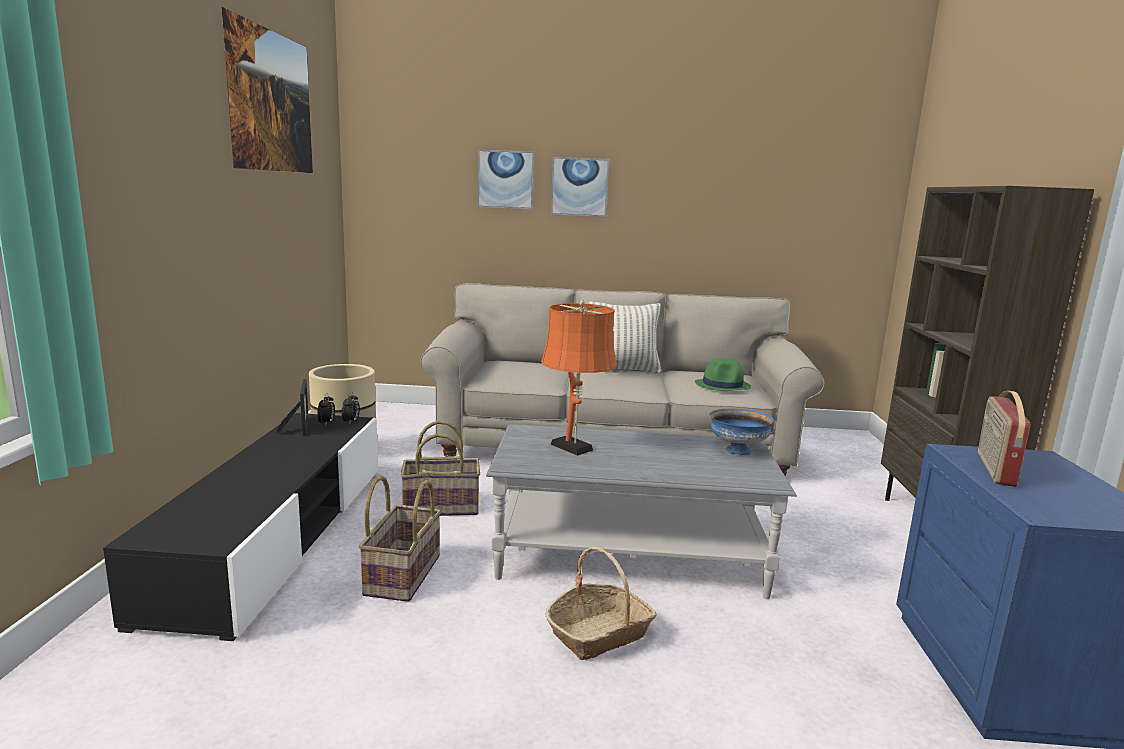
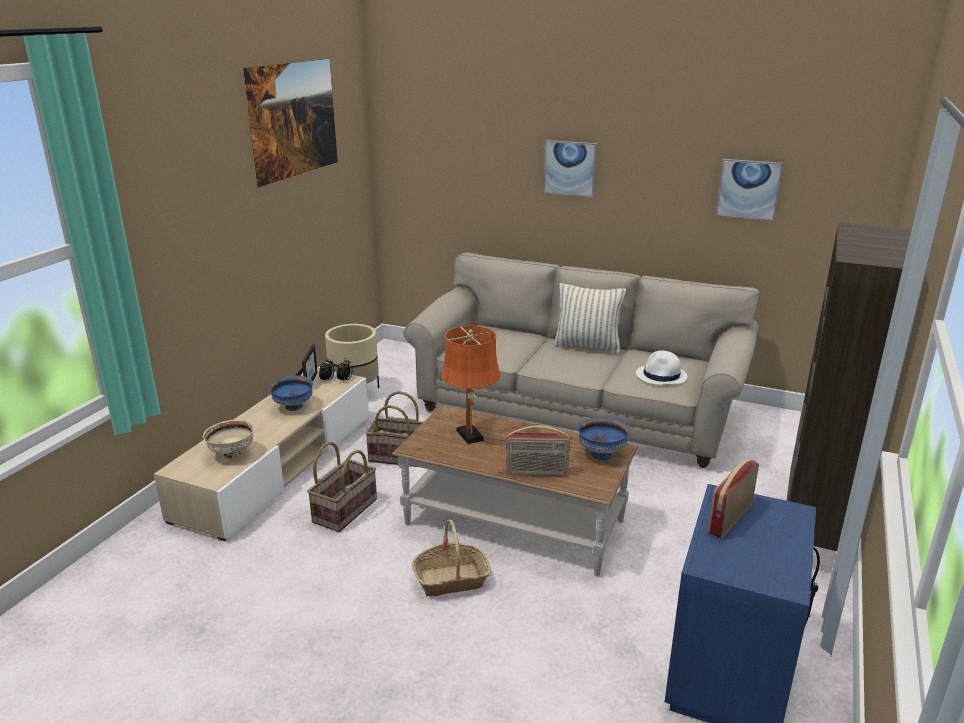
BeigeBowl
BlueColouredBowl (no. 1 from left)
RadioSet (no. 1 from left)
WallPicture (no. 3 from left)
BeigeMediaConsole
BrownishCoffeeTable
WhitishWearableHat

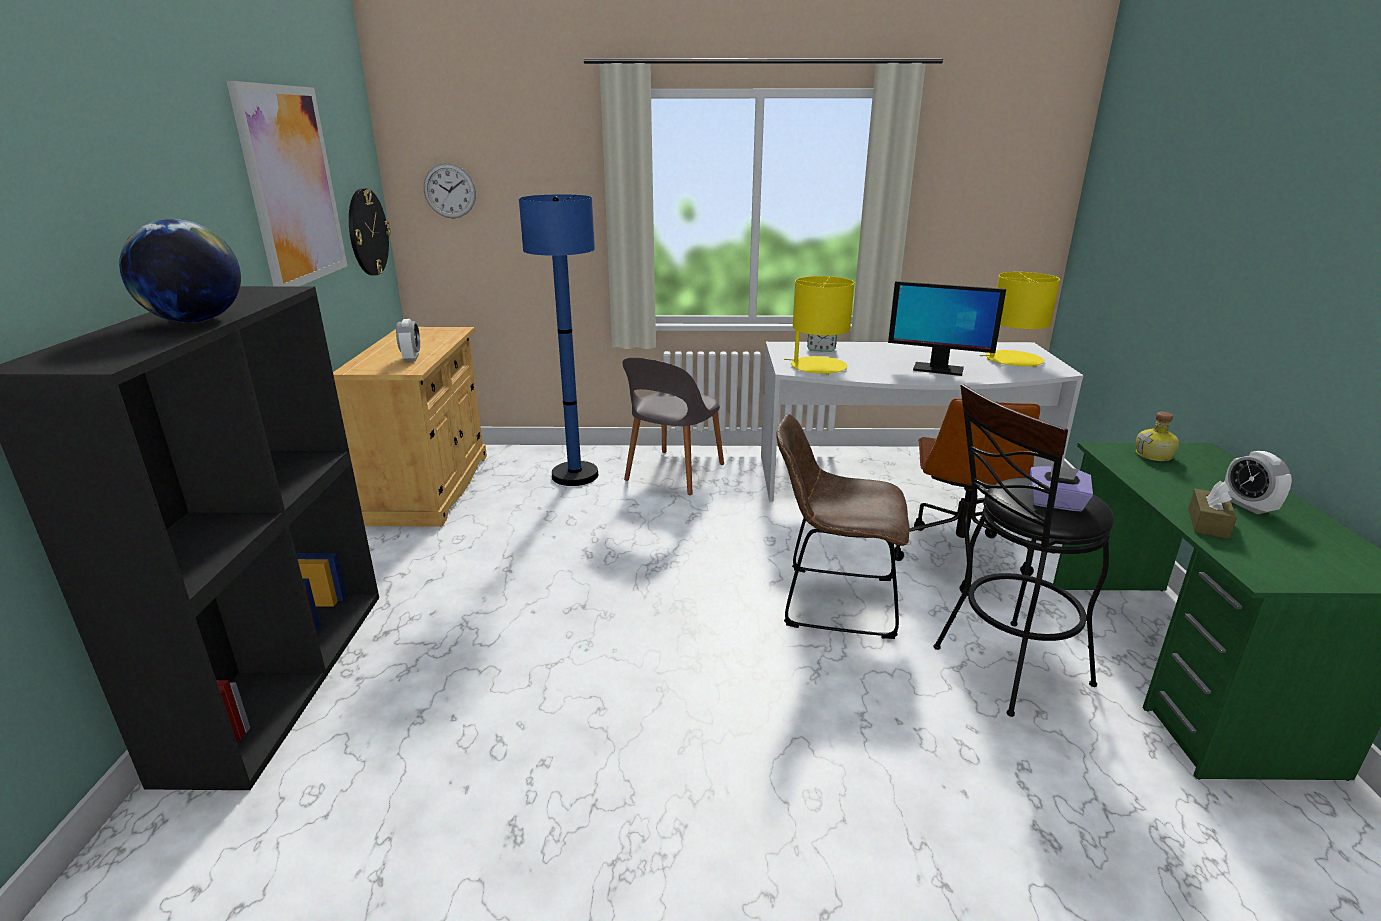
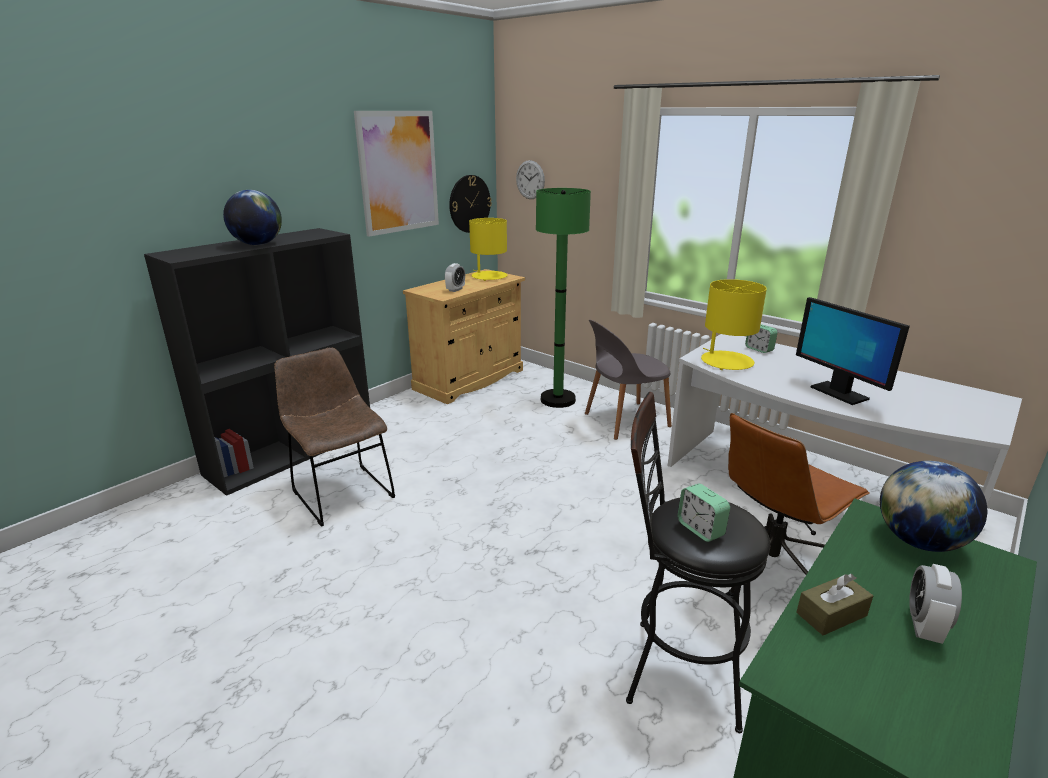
BrownishChair
YellowColouredTabletopLamp (no. 1 from left)
AlarmClock (no. 2 from left)
WorldGlobe (no. 2 from left)
GreenStandardLamp

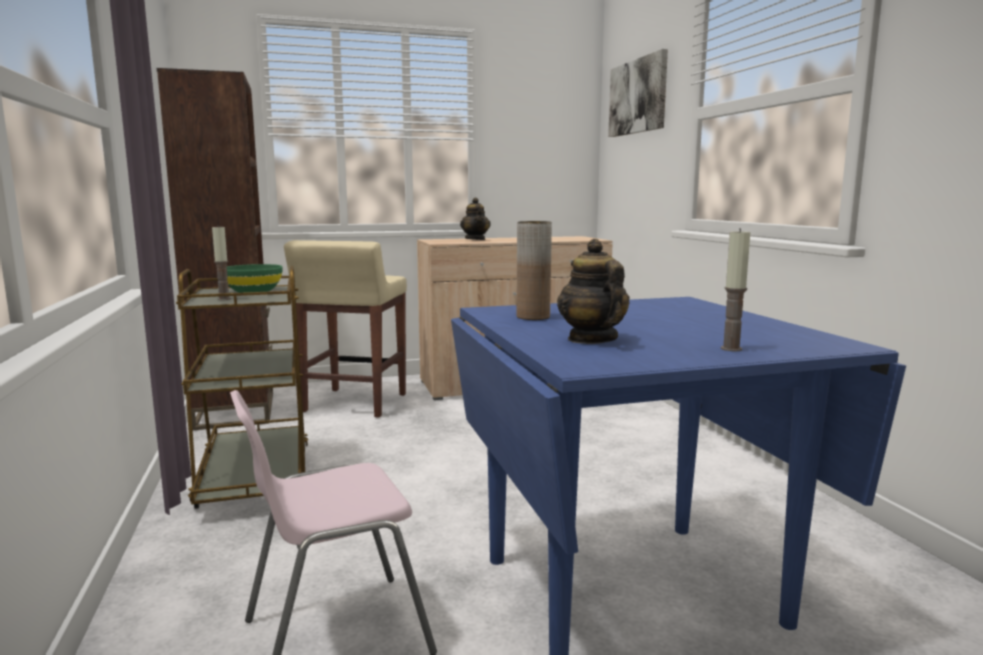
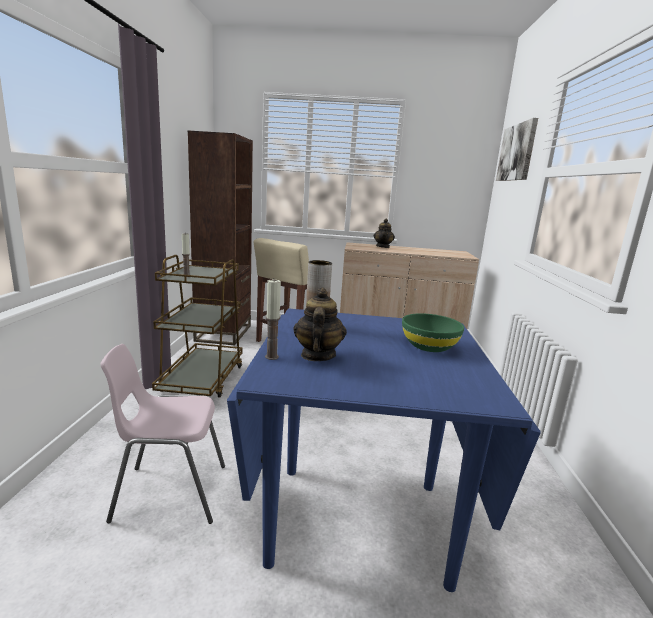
GreenBowl
WaxLight (no. 2 from left)

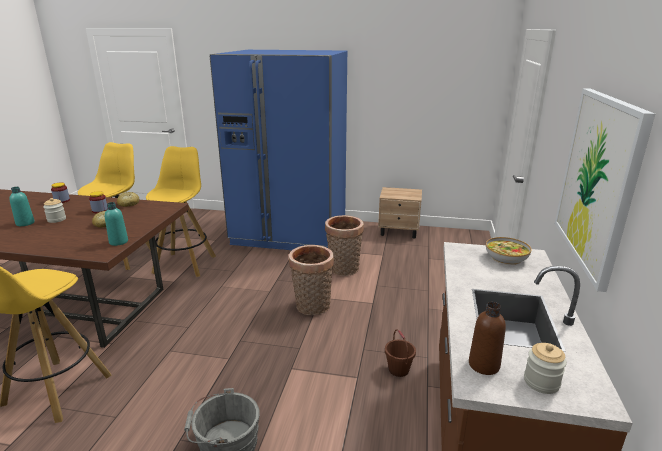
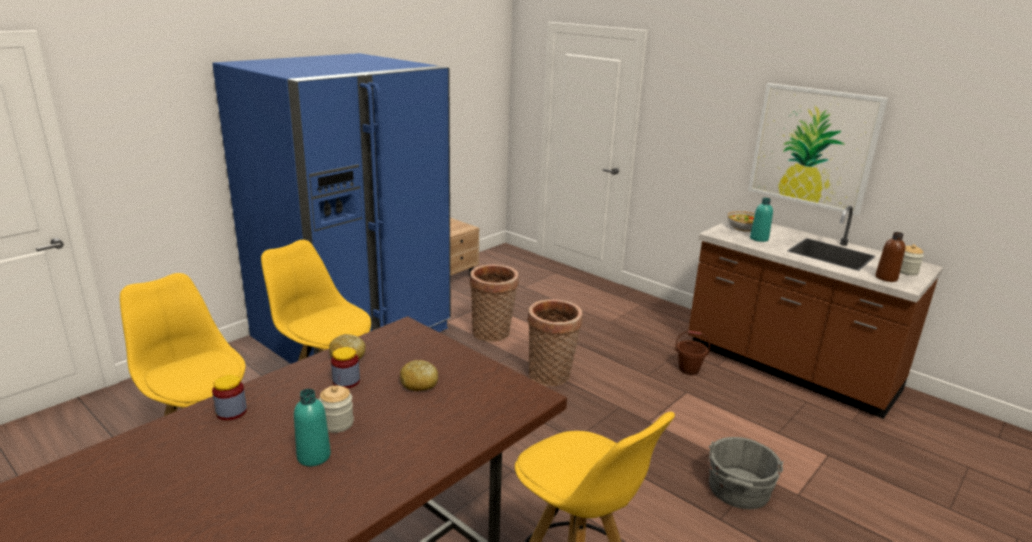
TurquoiseColouredDrinkBottle (no. 2 from left)

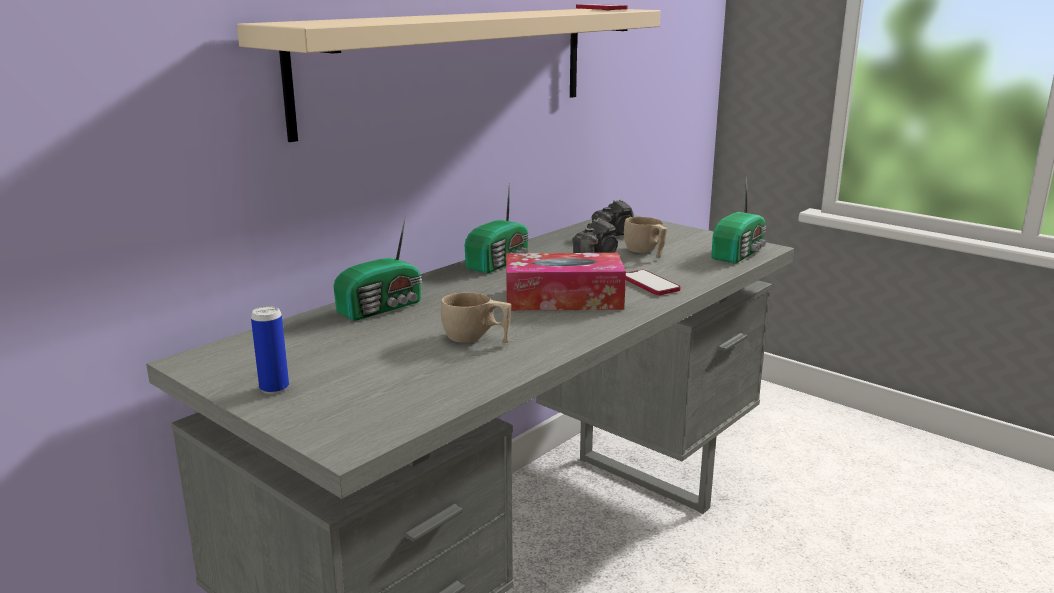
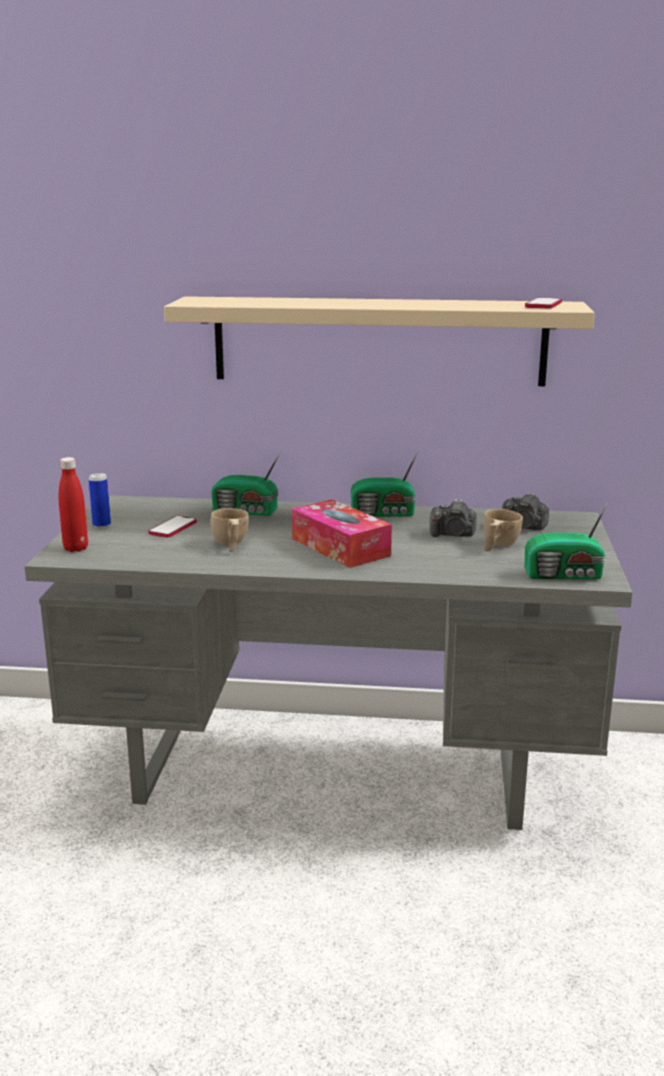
ReddishDrinkBottle
Phone (no. 1 from left)

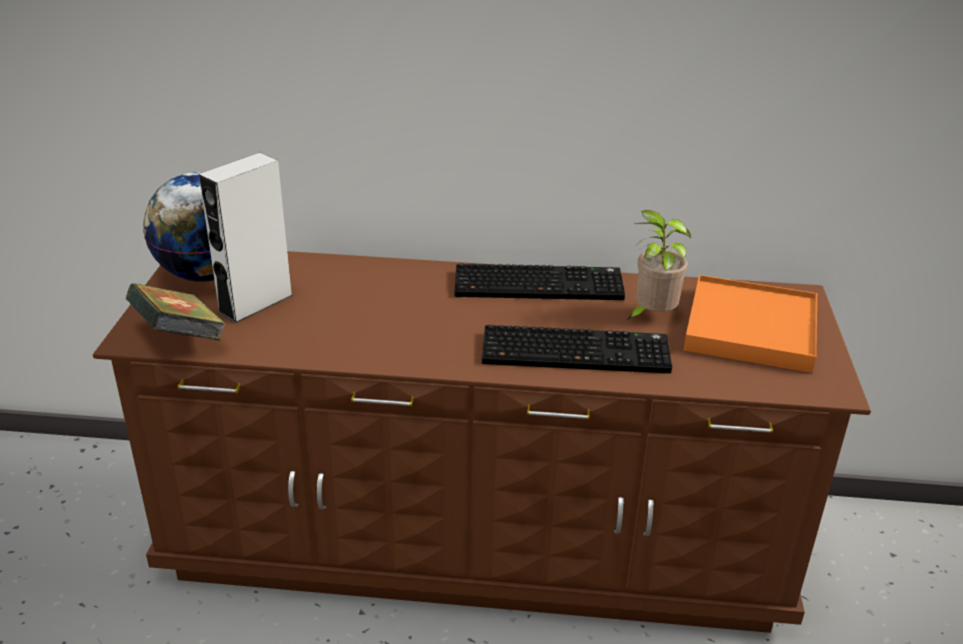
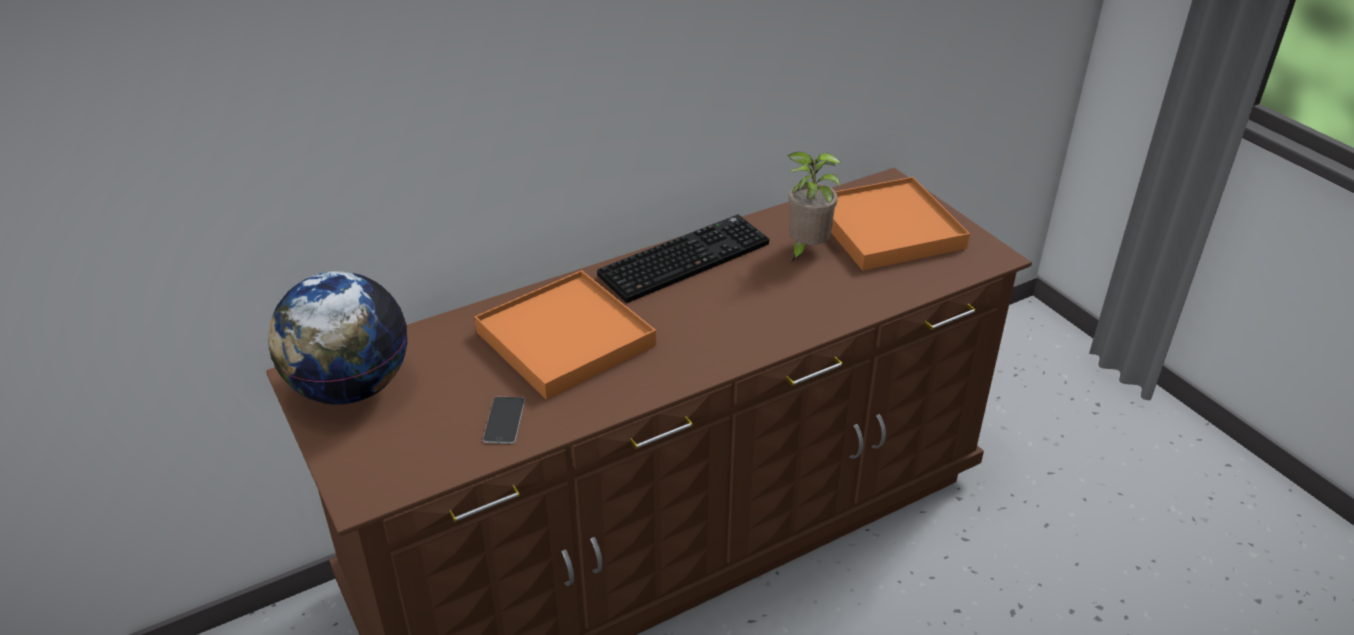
BoundBook
GraySpeaker
PcKeyboard (no. 2 from left in the first image)
OrangeyCarryingTray (no. 1 from left)
Phone

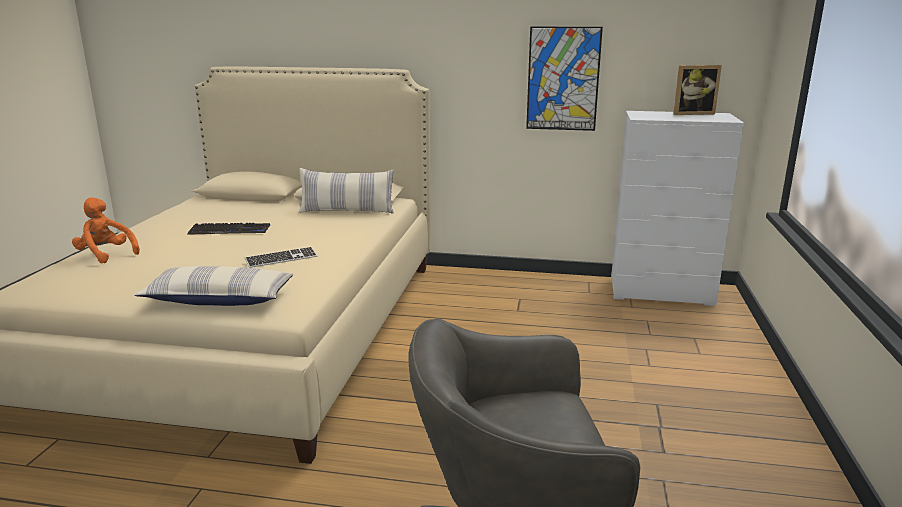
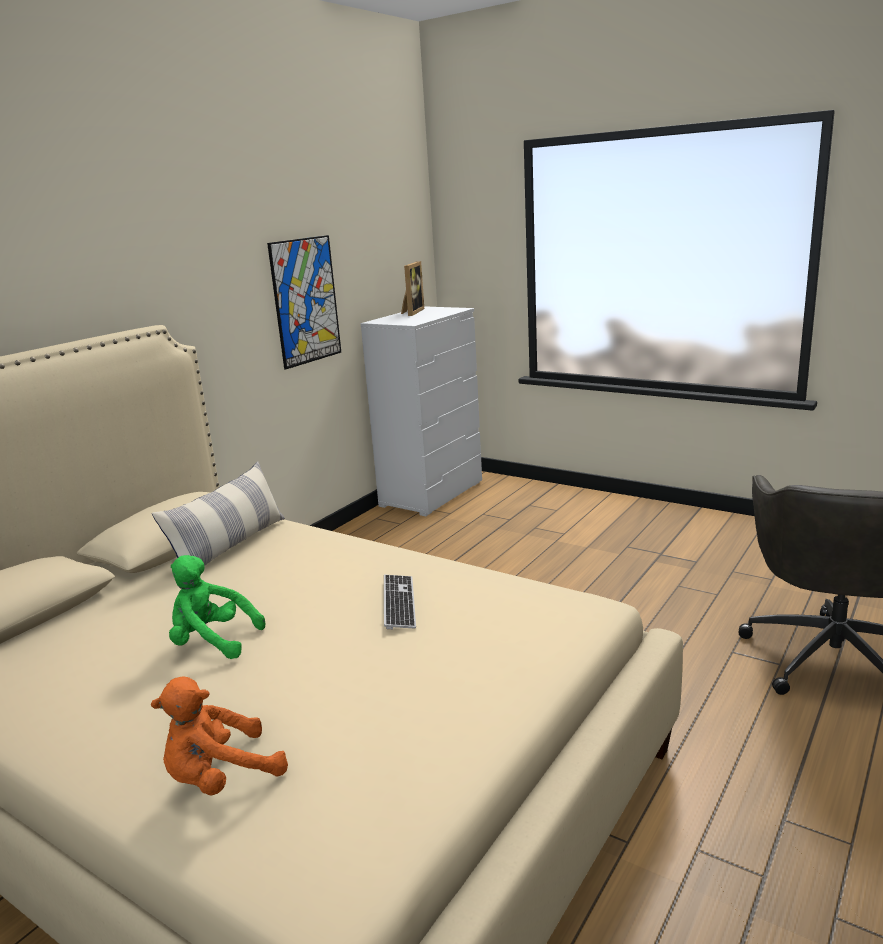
Cushion (no. 1 from left in the first image)
GreenSoftToy

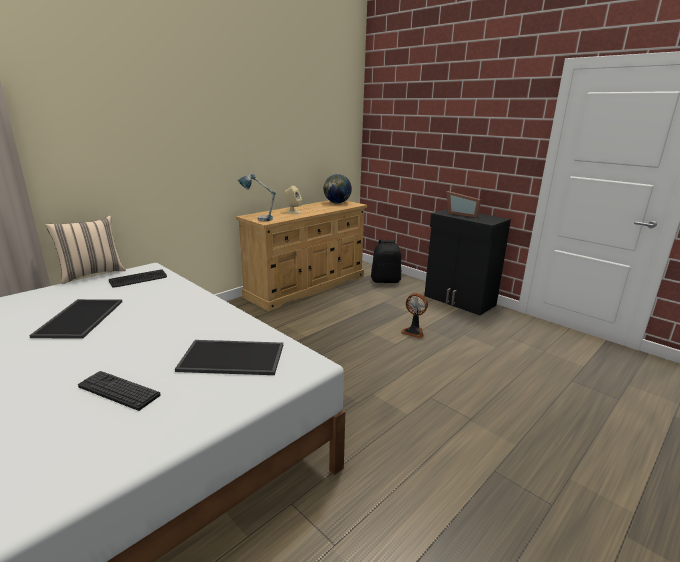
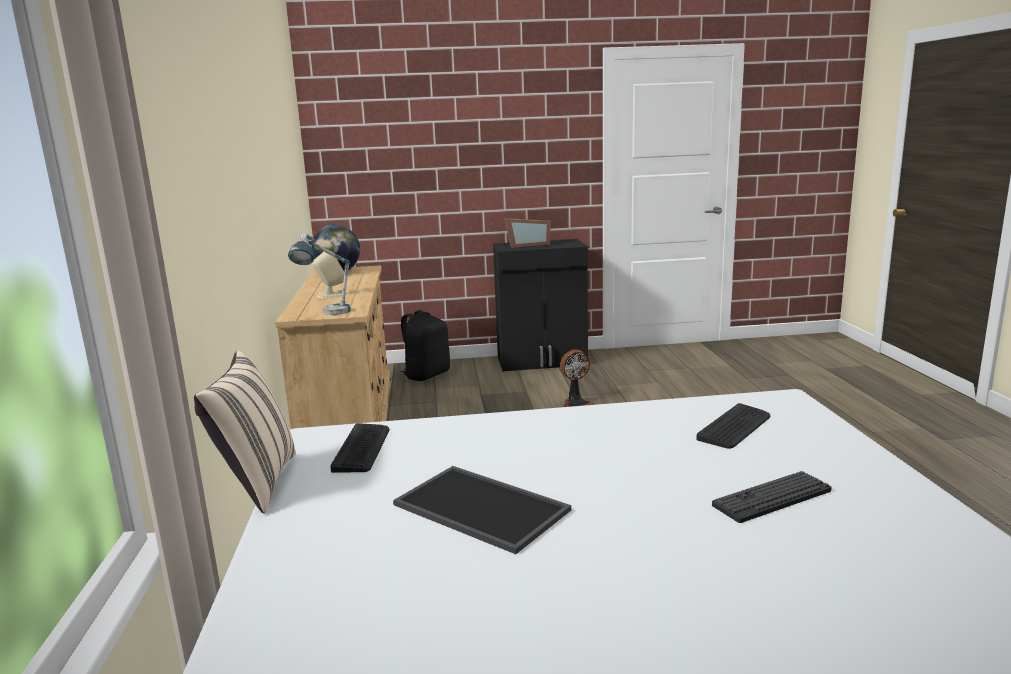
PcKeyboard (no. 2 from left)

